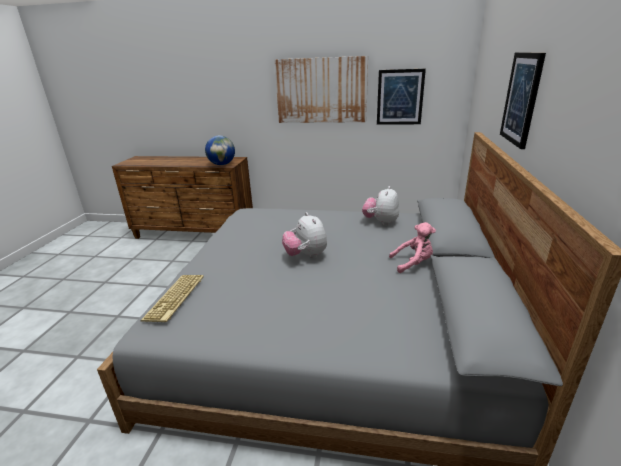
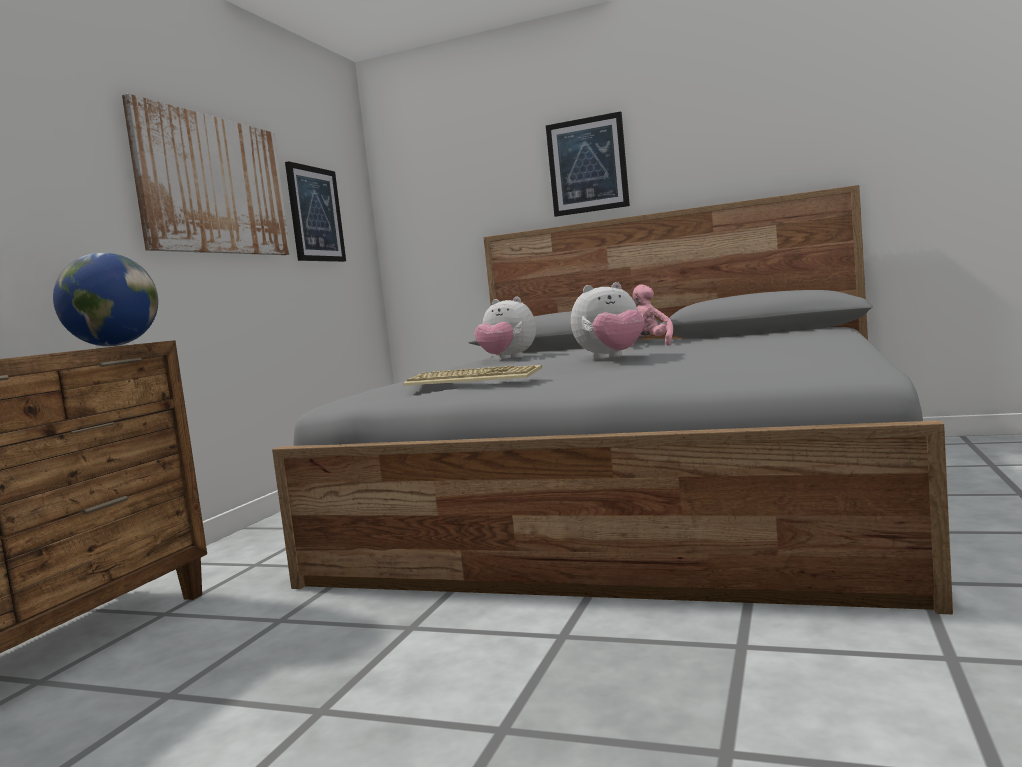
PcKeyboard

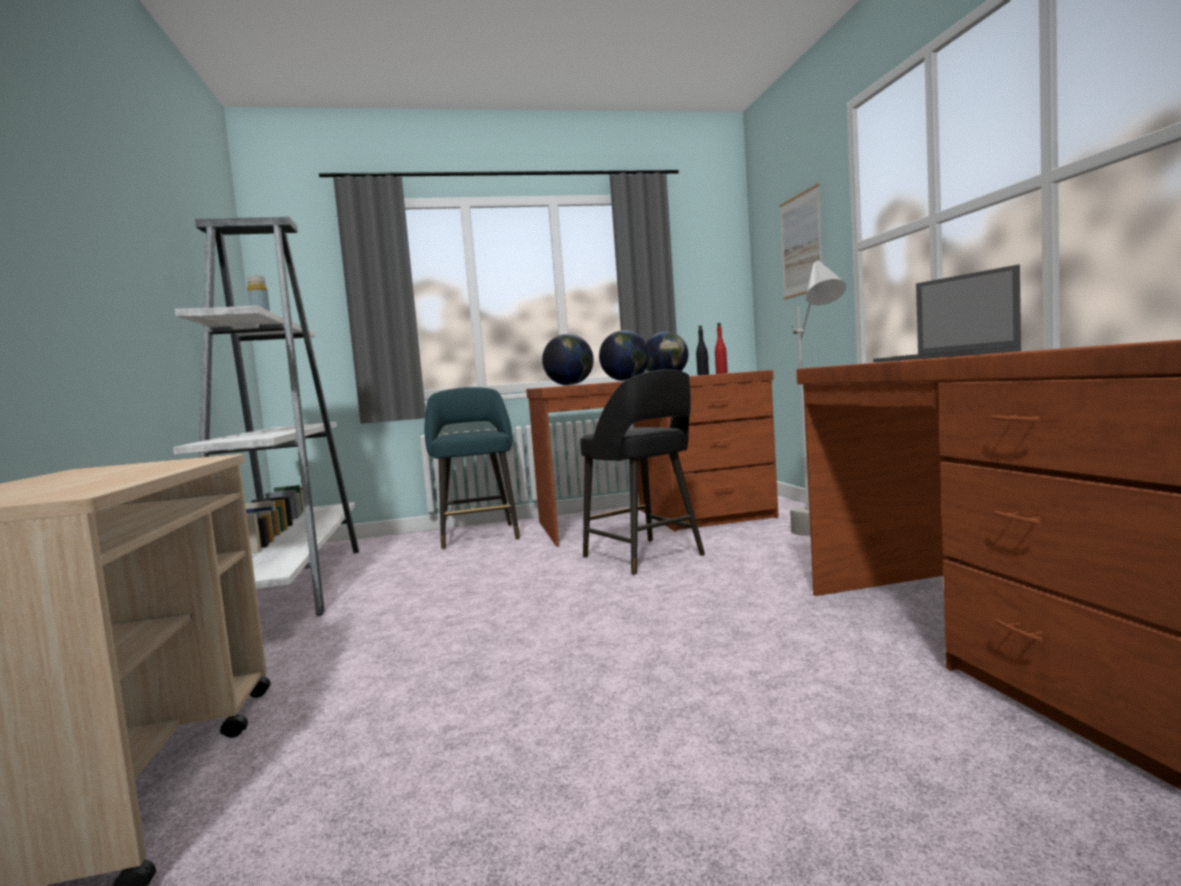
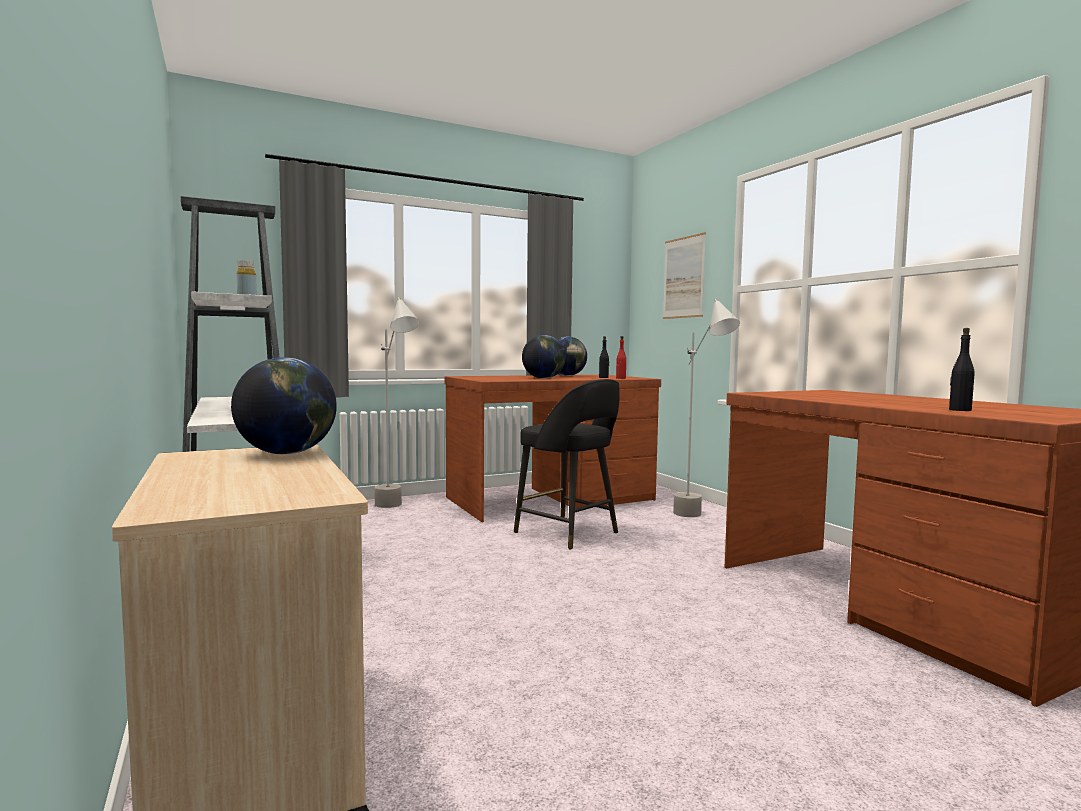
PortableComputer
BlackishDrinkBottle (no. 2 from left)
WorldGlobe (no. 1 from left)
GrayStandardLamp (no. 1 from left)

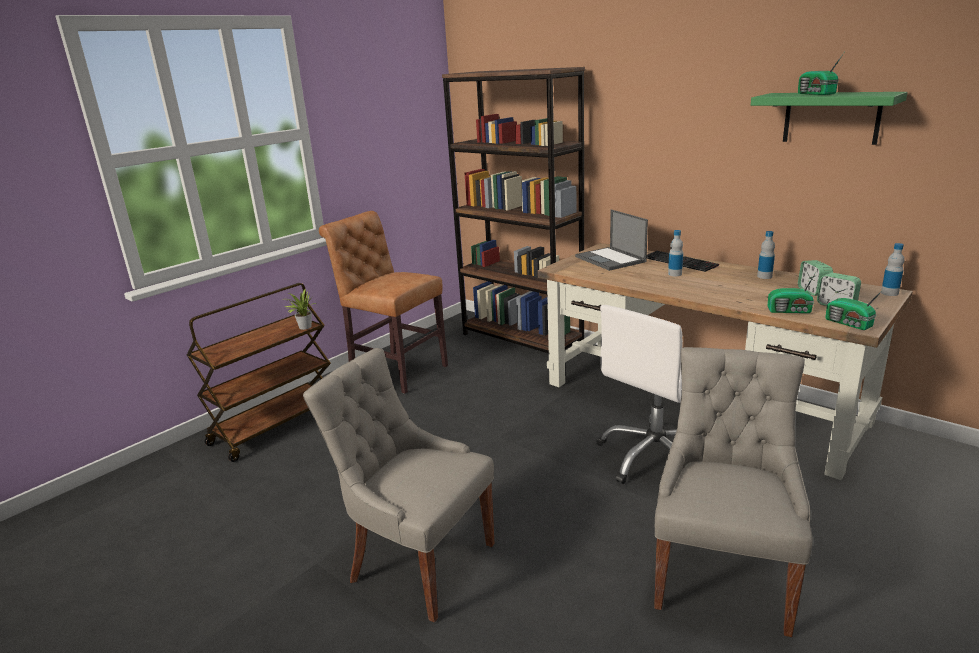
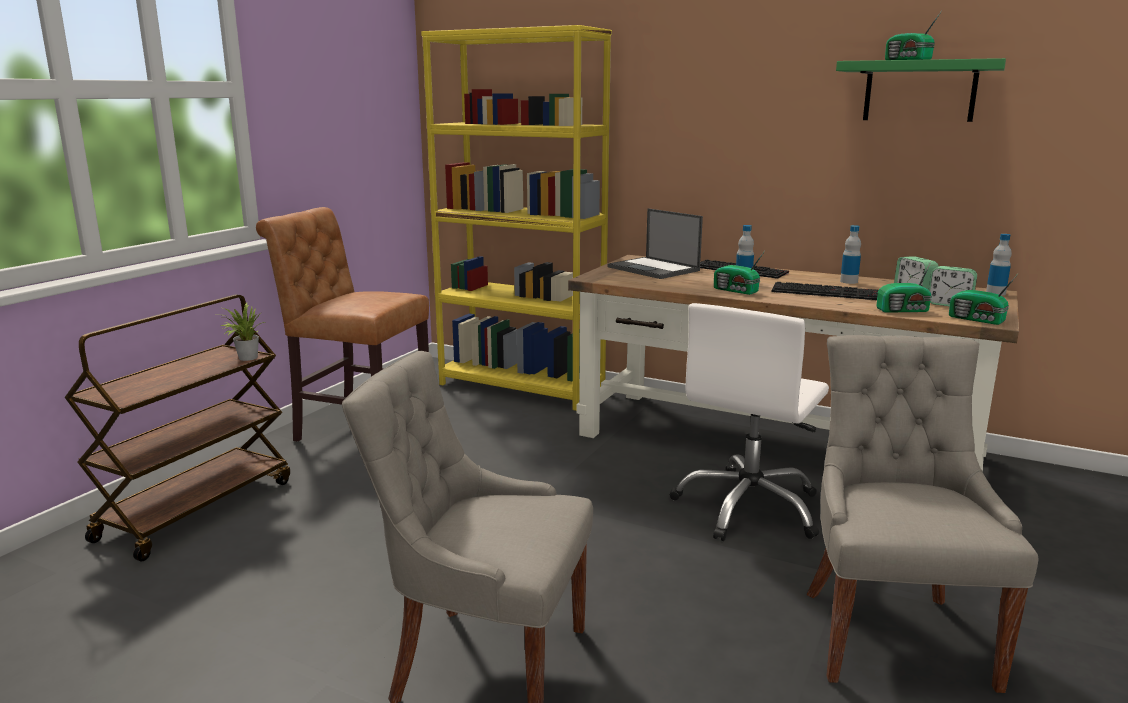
RadioSet (no. 1 from left)
PcKeyboard (no. 2 from left)
YellowColouredBookshelf

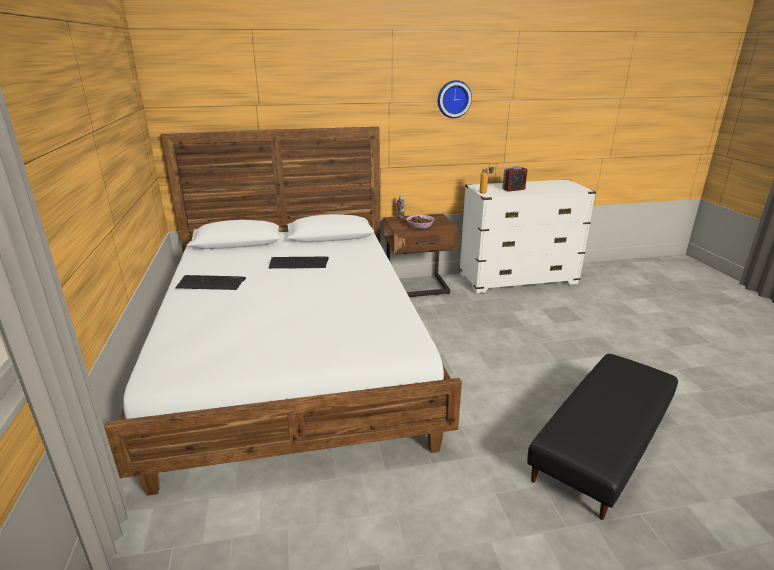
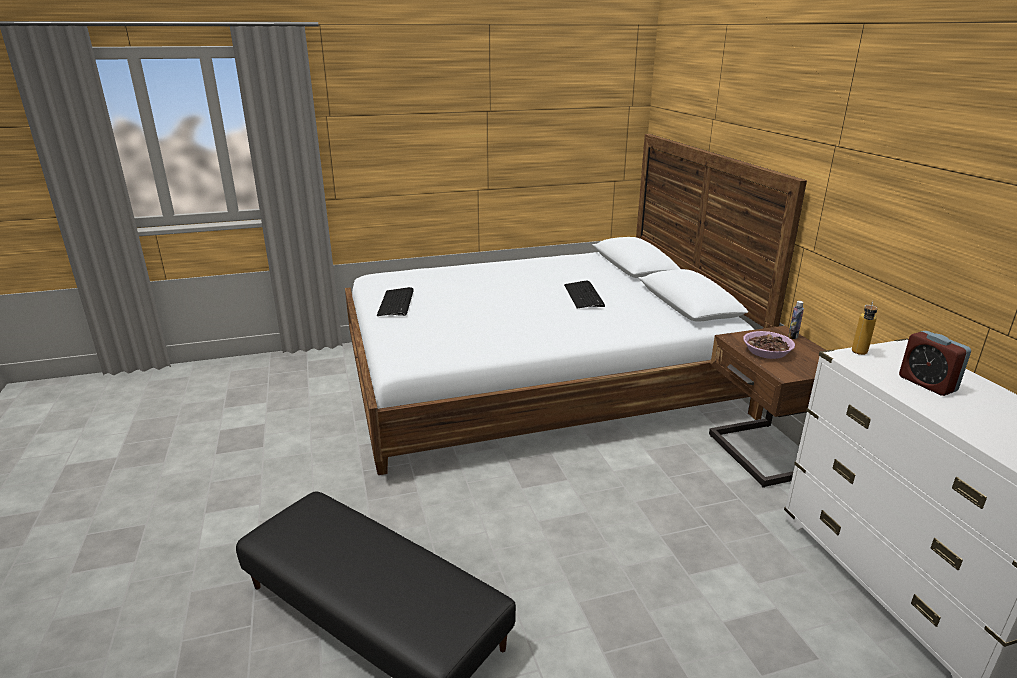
ClockOnTheWall
PcKeyboard (no. 1 from left)

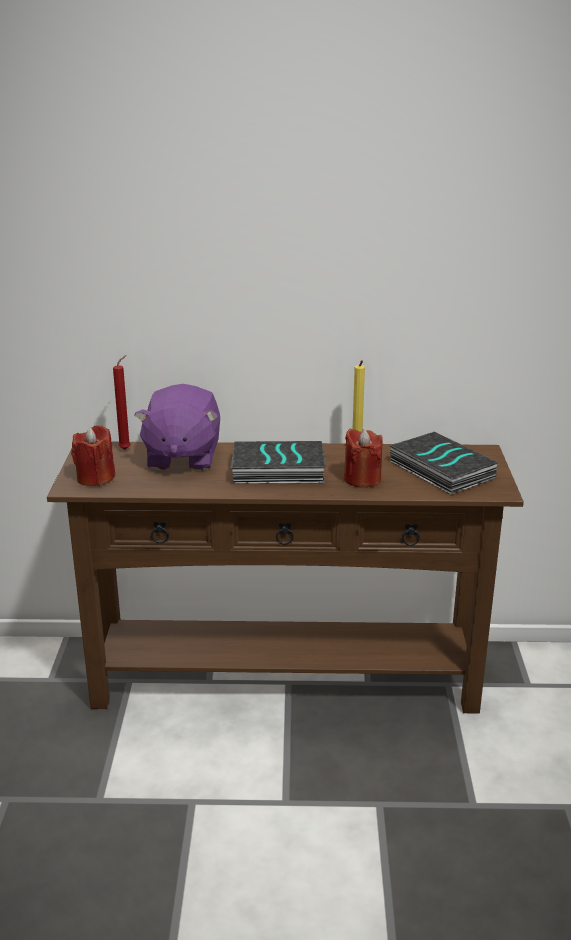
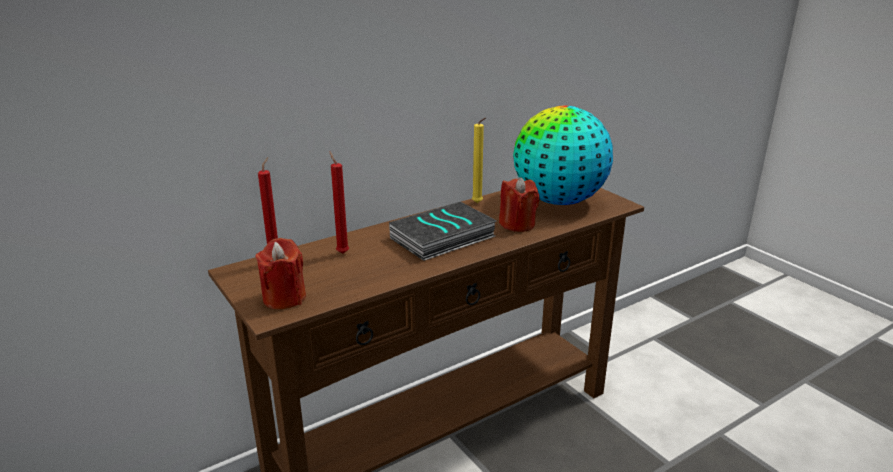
ReddishWaxLight (no. 3 from left)
WorldGlobe

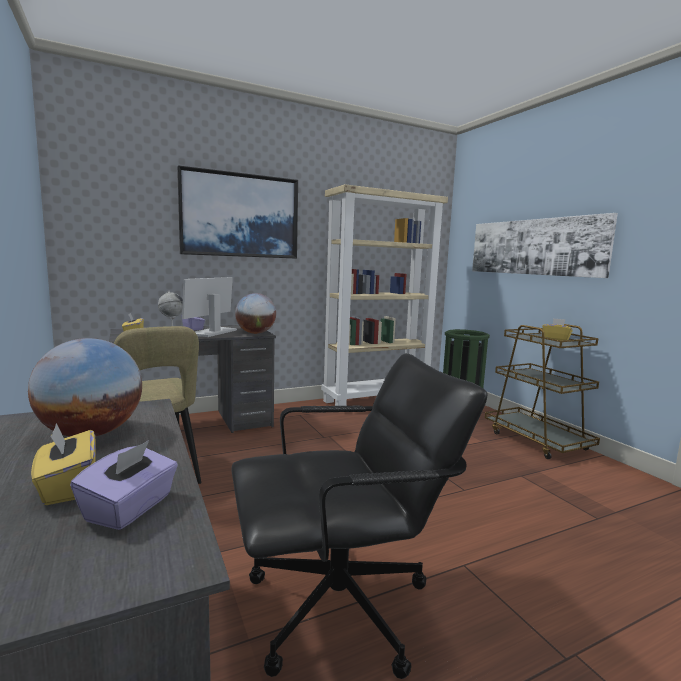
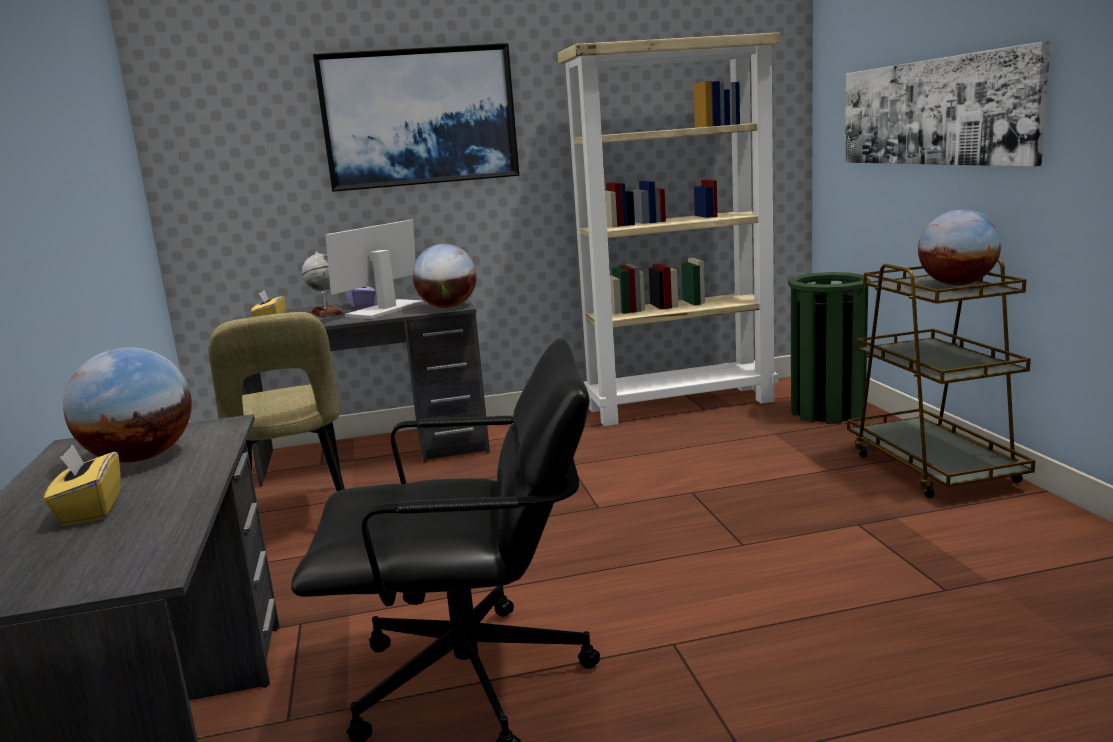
PurplishBoxOfTissues (no. 1 from left in the first image)
WorldGlobe (no. 4 from left)

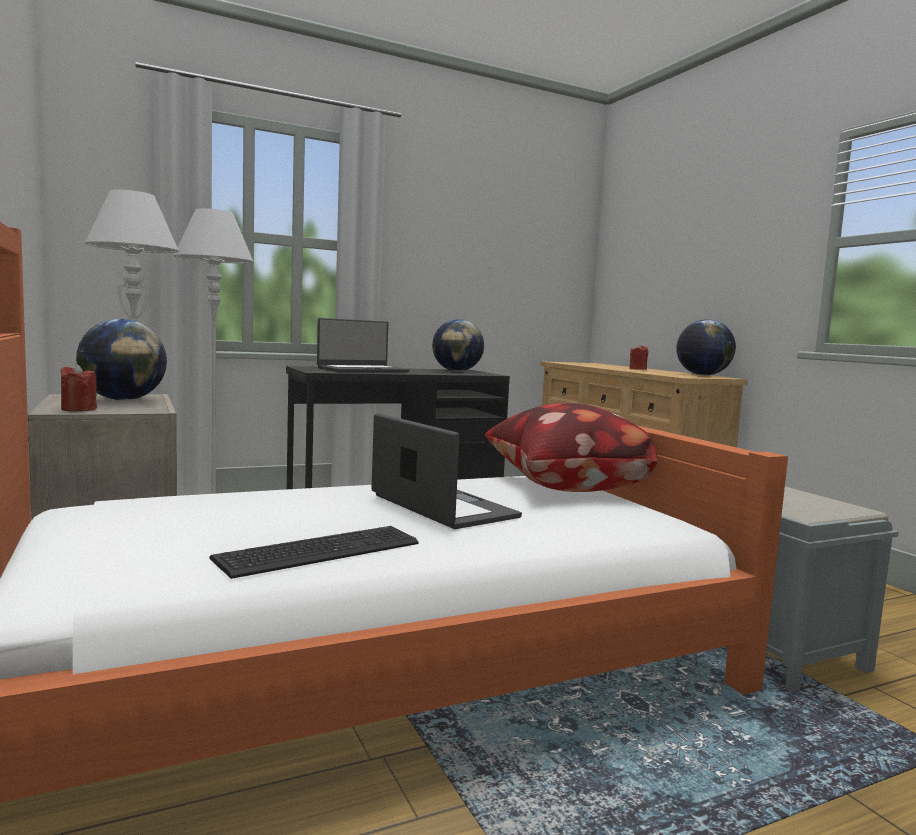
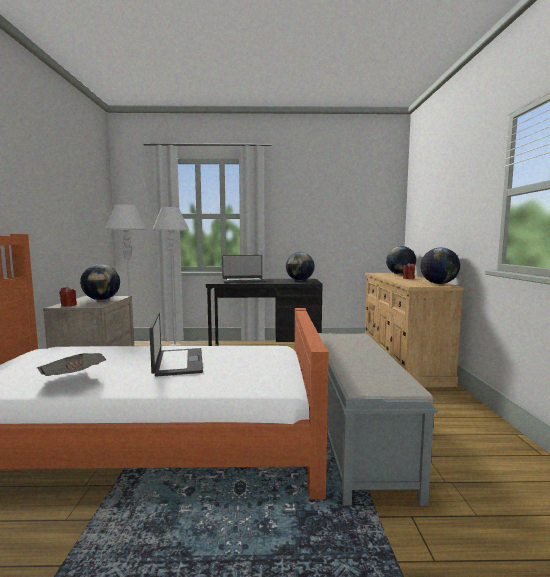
Cushion
WorldGlobe (no. 3 from left)
PrintedPaper

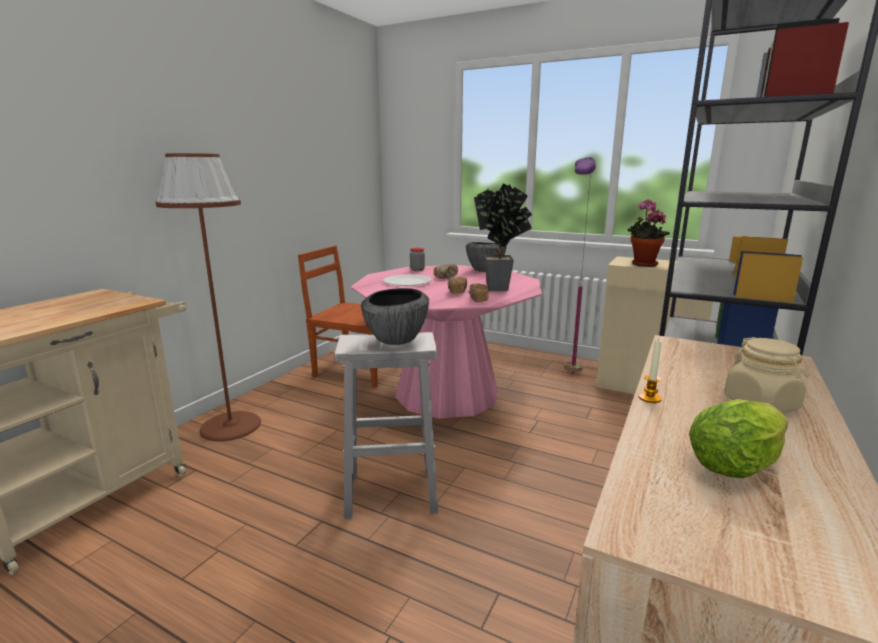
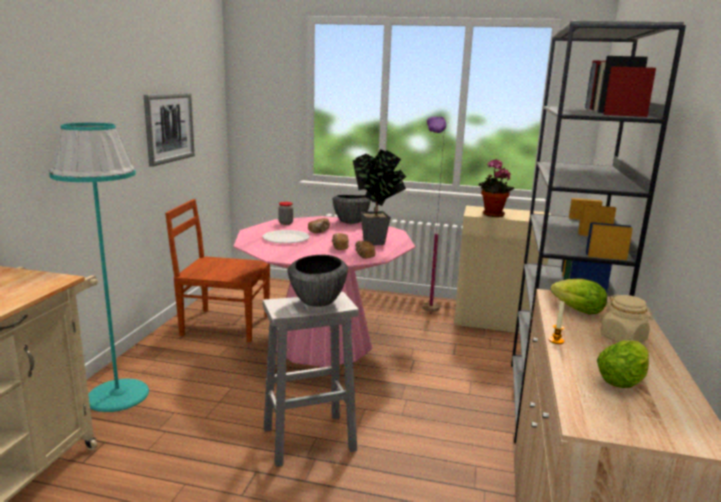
WallPicture
LettuceHead (no. 1 from left)
TurquoiseColouredStandardLamp

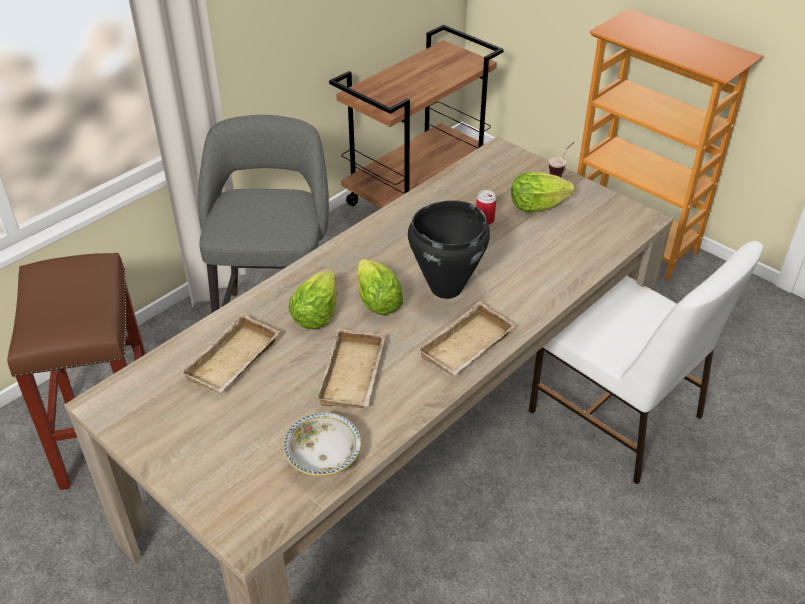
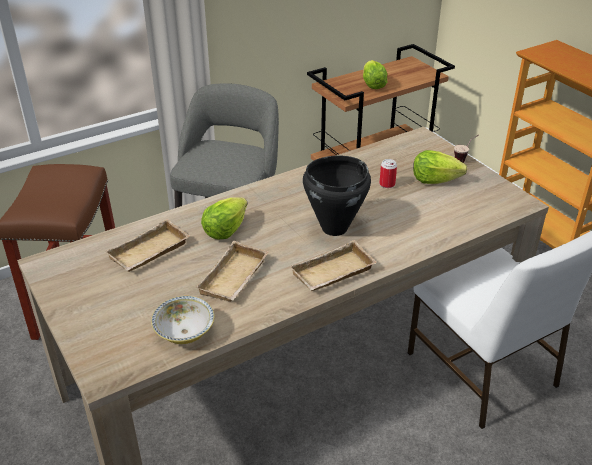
LettuceHead (no. 2 from left)

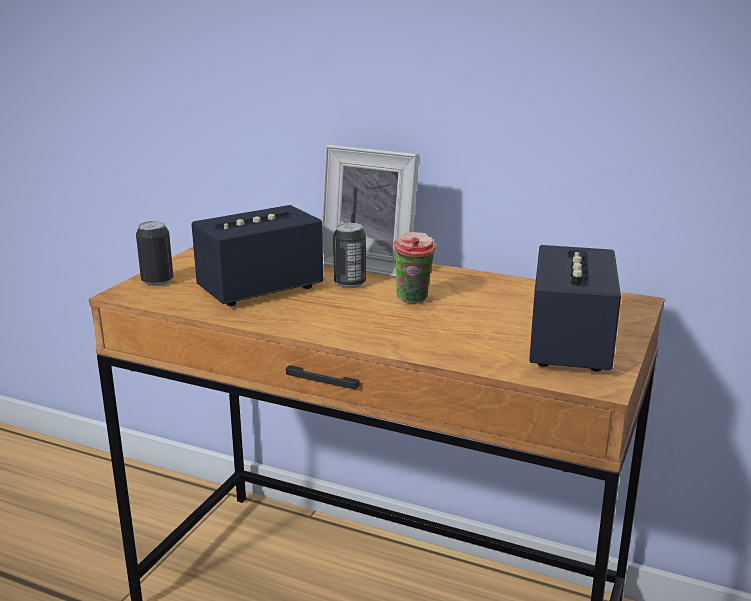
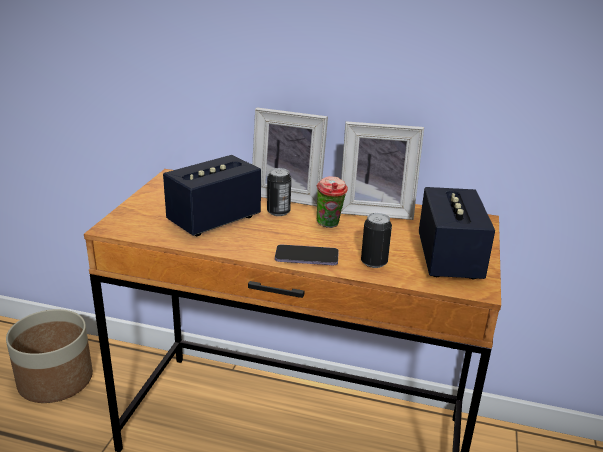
Planter
Phone
StandingFrame (no. 2 from left)
Can (no. 2 from left)

